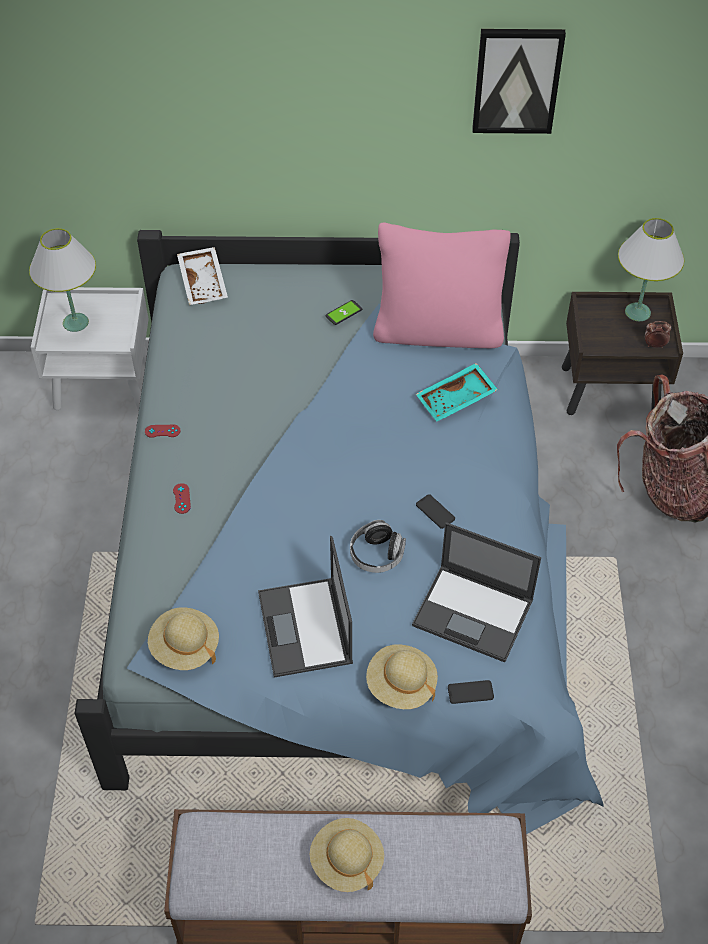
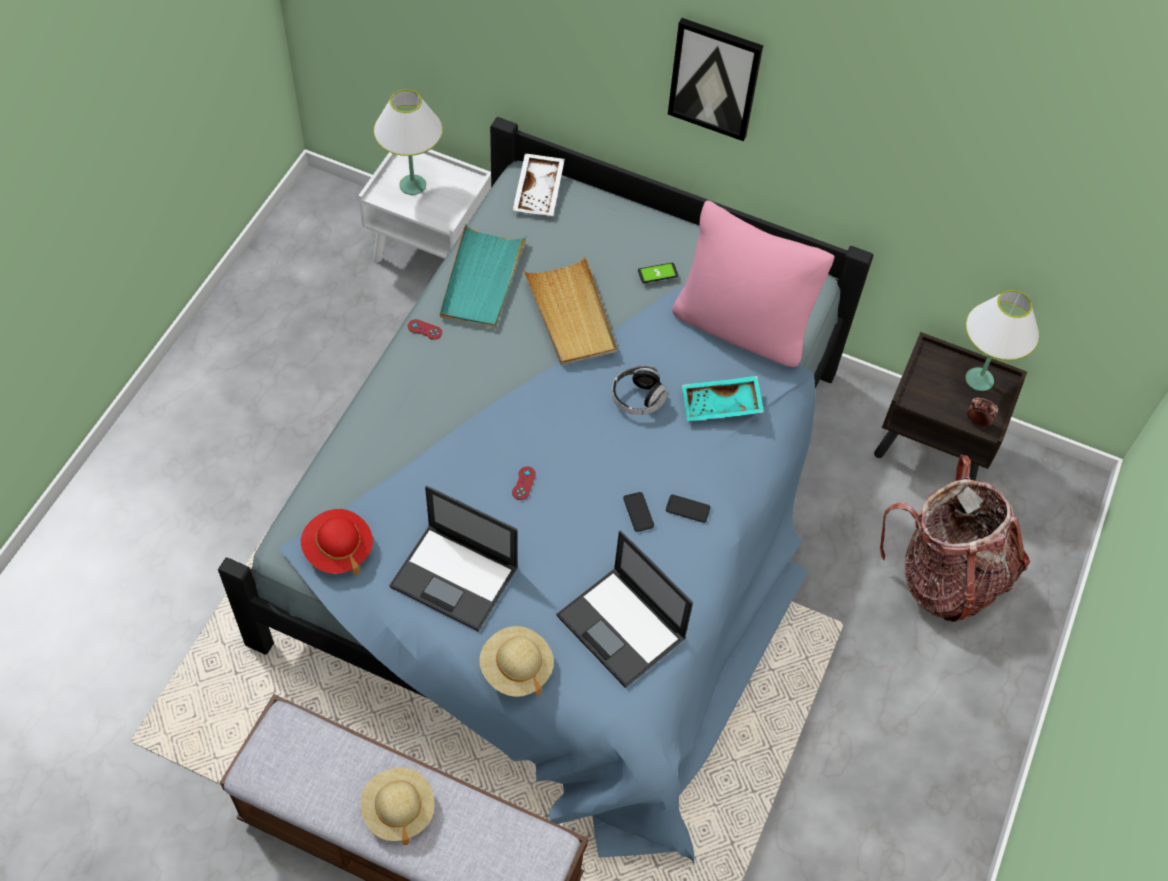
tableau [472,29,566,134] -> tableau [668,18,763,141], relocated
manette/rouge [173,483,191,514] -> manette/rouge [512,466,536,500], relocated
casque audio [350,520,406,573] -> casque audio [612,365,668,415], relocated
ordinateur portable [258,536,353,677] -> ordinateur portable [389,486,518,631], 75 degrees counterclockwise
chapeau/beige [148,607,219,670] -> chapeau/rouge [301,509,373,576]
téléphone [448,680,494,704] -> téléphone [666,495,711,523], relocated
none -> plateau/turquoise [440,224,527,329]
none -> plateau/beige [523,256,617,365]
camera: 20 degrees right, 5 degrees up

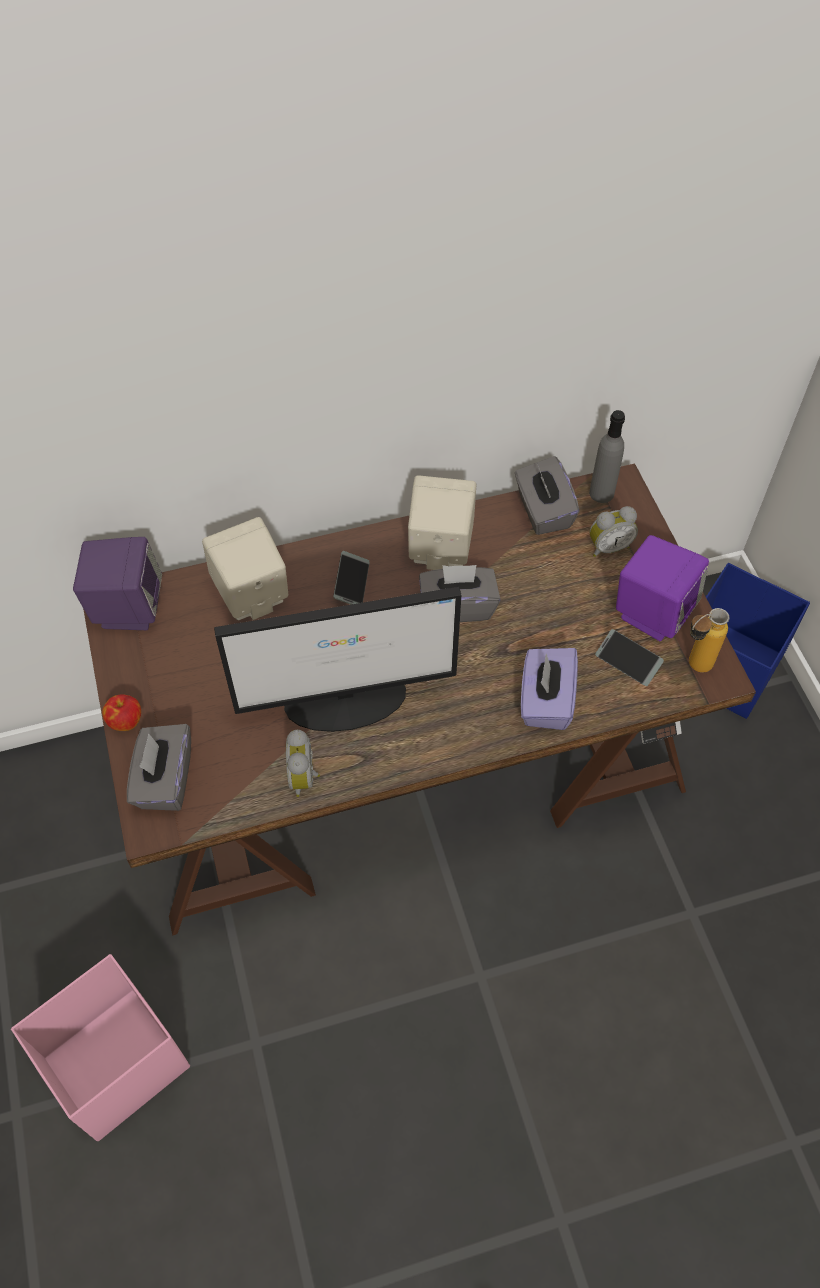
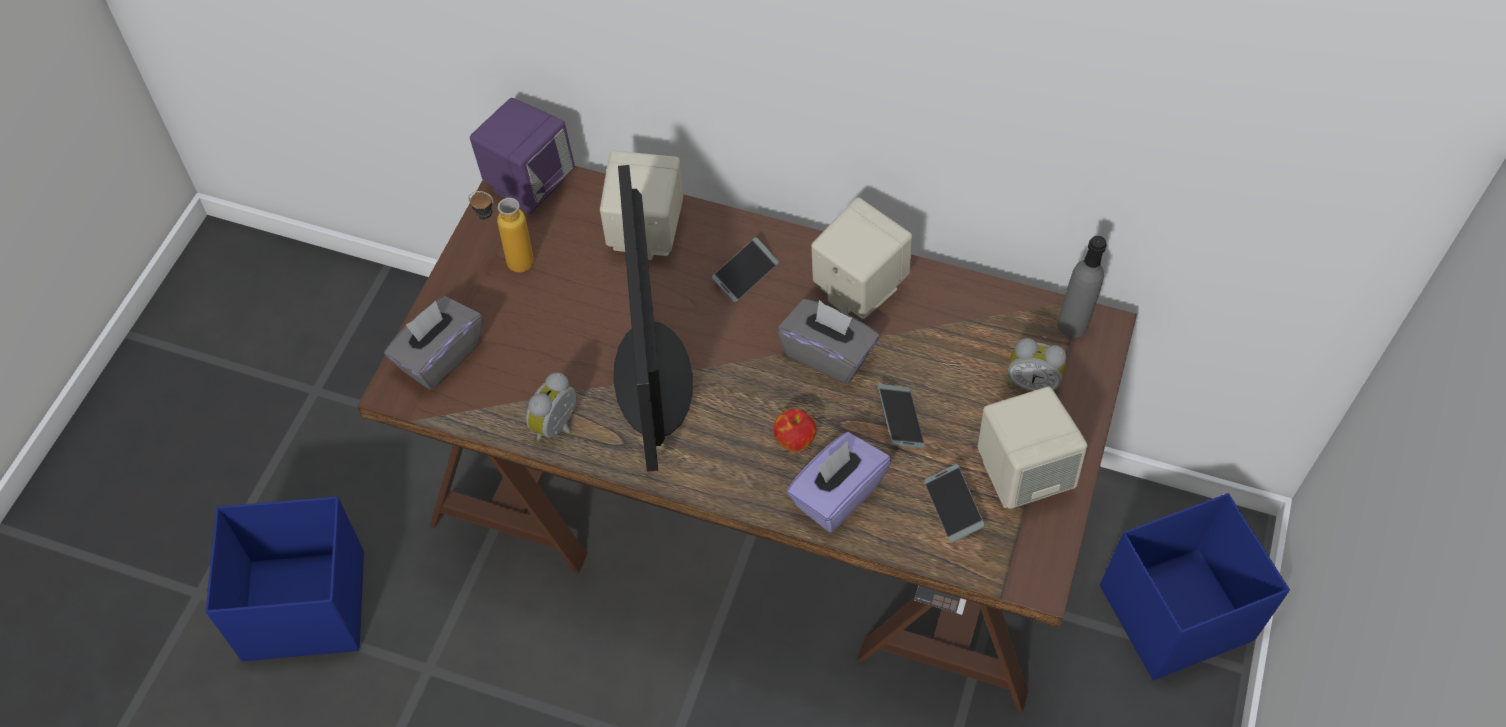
boîte à mouchoirs/gris [515,456,580,535] -> none
enceinte/violet [616,535,709,641] -> enceinte/beige [977,387,1087,509]
écran d'ordinateur [214,587,461,732] -> écran d'ordinateur [613,165,693,472], 60 degrees clockwise
bouteille [689,608,729,672] -> bouteille [468,191,534,272], relocated
pomme [102,694,141,731] -> pomme [773,409,816,452], relocated
boîte de rangement/rose [11,954,190,1141] -> boîte de rangement/bleu [205,497,364,661]
none -> téléphone [878,384,924,448]
camera: 35 degrees right, 0 degrees up

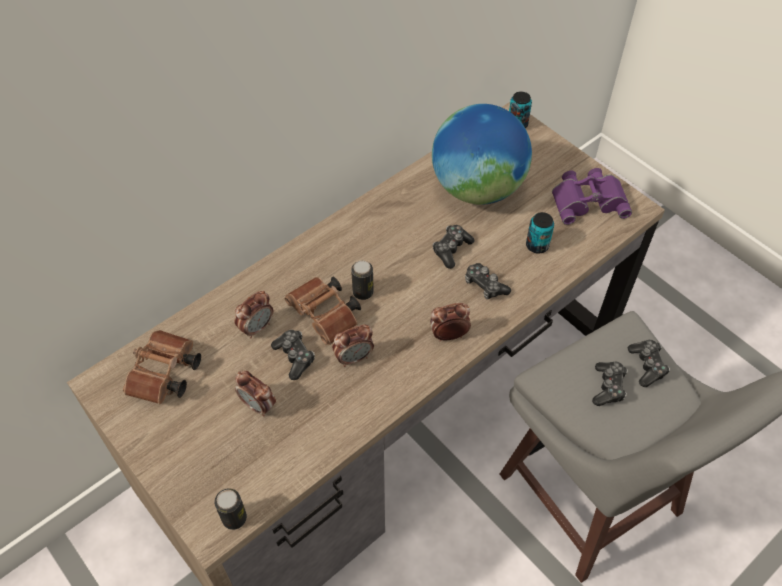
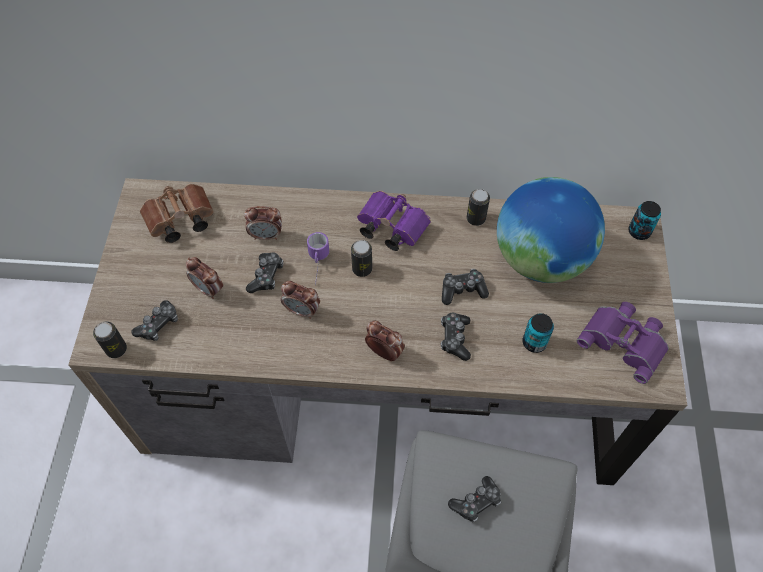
jumelles/marron [285,277,361,345] -> mug [307,232,329,286]
manette [628,340,670,387] -> manette [131,300,178,341], relocated
réveil [235,371,276,417] -> réveil [186,257,223,299], 45 degrees counterclockwise
none -> boîte métallique [467,189,490,226]
none -> jumelles/violet [357,191,431,251]
camera: 45 degrees right, 5 degrees up

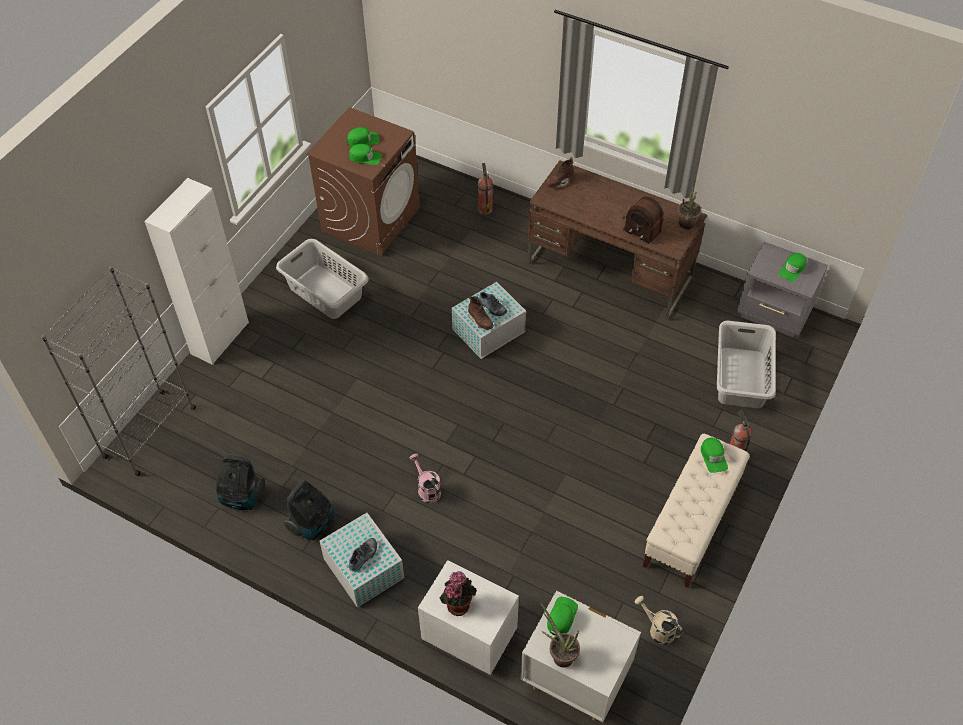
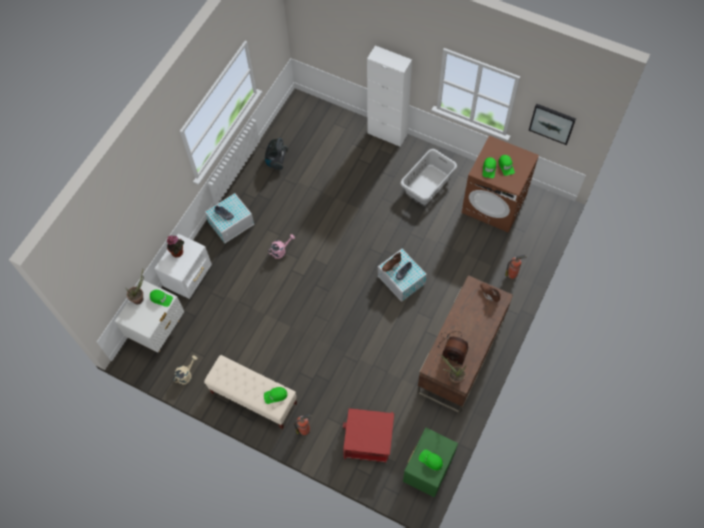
radio [622,196,663,244] -> radio [438,331,469,365], 105 degrees counterclockwise
table de chevet/gris [737,242,828,337] -> table de chevet/vert [403,427,458,498]
bibliothèque/gris [41,266,196,476] -> none
panier à linge/gris [717,321,776,408] -> boîte de rangement/rouge [343,408,394,462]
aspirateur [284,480,334,540] -> none
none -> tableau [529,103,576,145]
camera: 90 degrees right, 10 degrees up

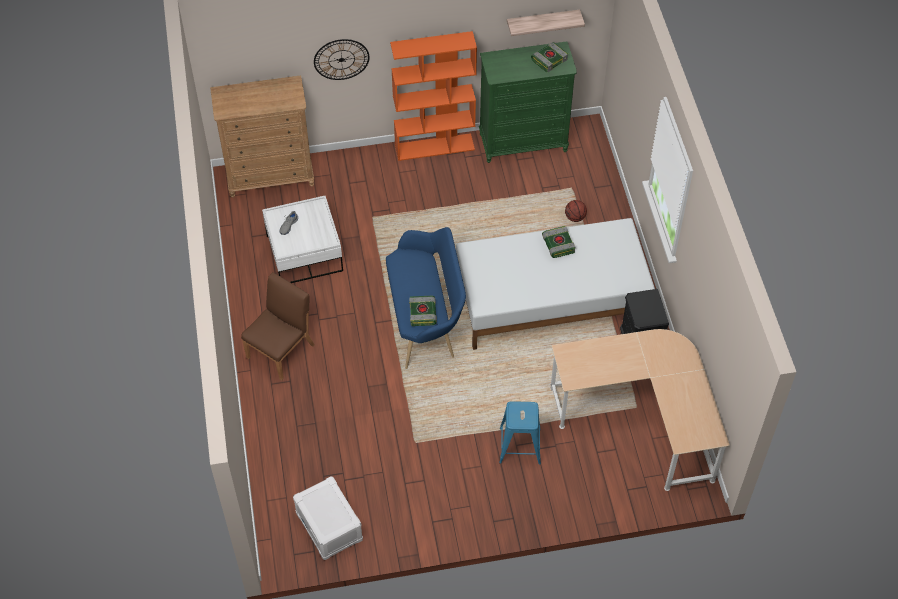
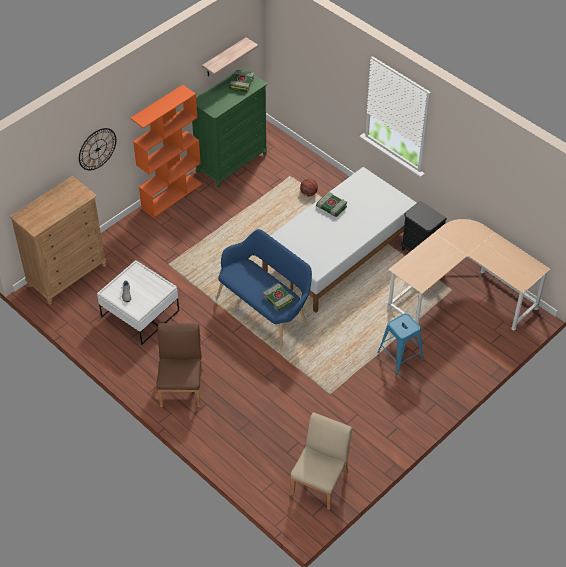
boîte de rangement/blanc [293,476,363,560] -> chaise/beige [290,412,352,510]
camera: 35 degrees left, 5 degrees down

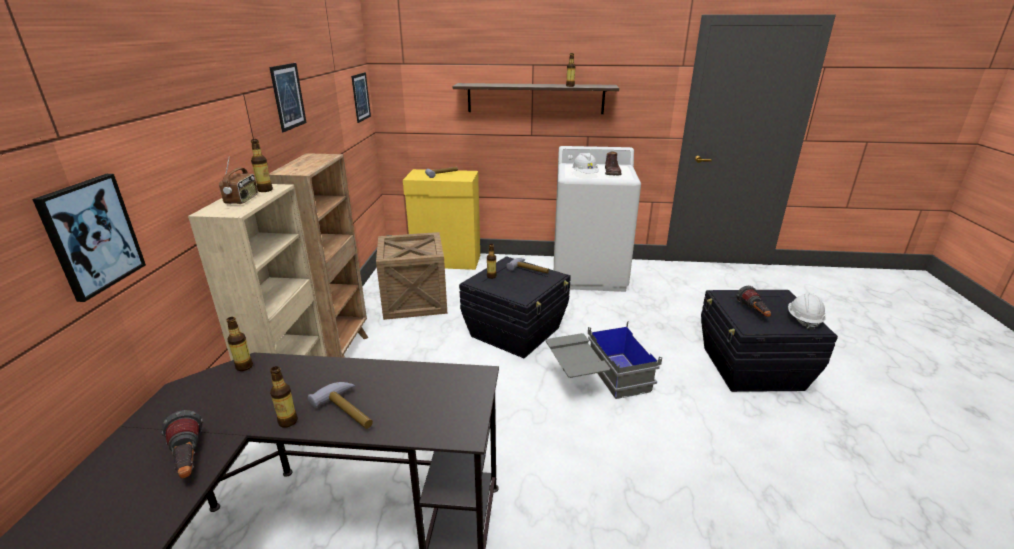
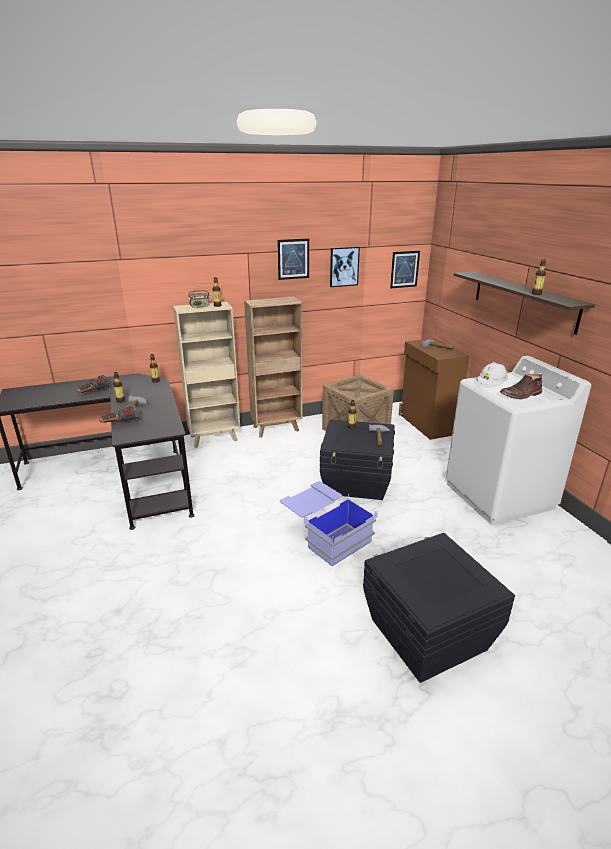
meuble de rangement/jaune [403,169,480,270] -> meuble de rangement/marron [399,338,470,440]
tableau [32,174,146,302] -> tableau [330,247,360,287], relocated
lampe de poche [737,286,771,317] -> lampe de poche [99,404,139,423], relocated
casque de chantier/blanc [788,292,826,330] -> none
boîte de rangement/gris [546,321,662,399] -> boîte de rangement/bleu [280,481,378,566]
camera: 65 degrees right, 0 degrees up

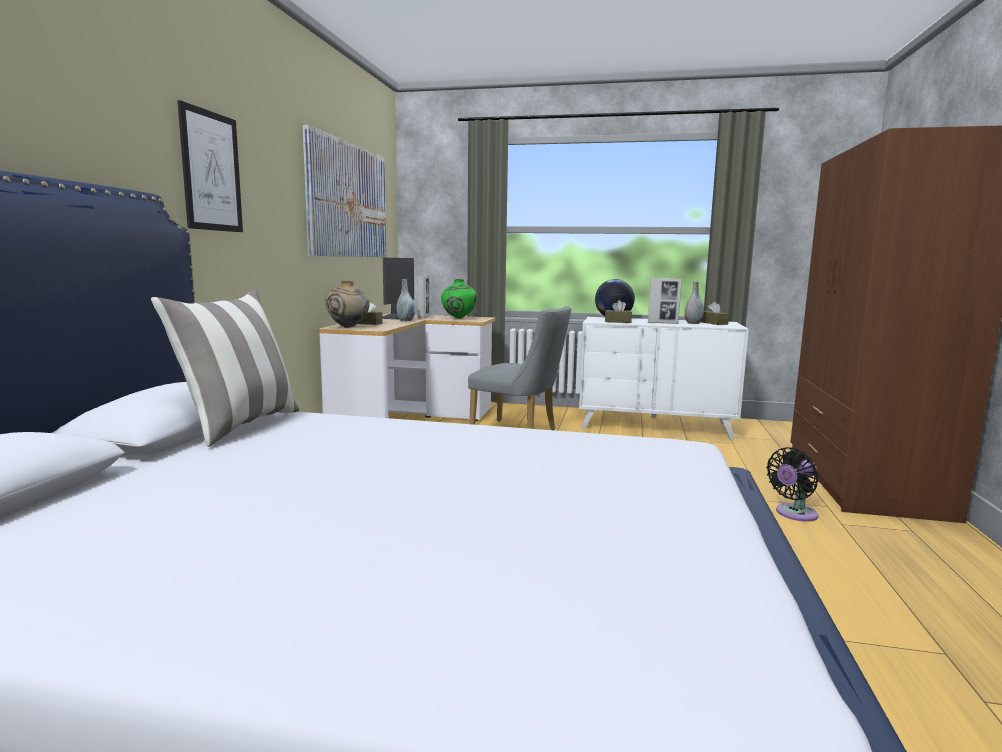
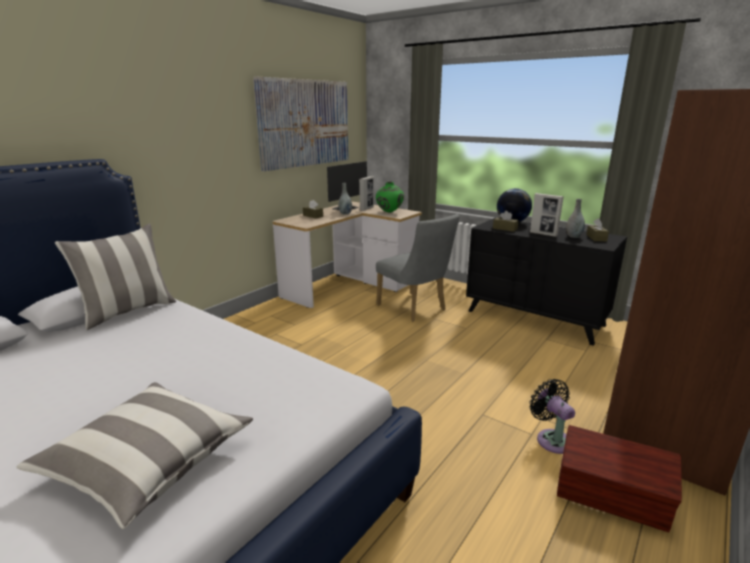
tableau [177,100,243,232] -> none
vase/beige [325,281,370,328] -> none
commode/blanc [579,317,749,439] -> commode/noir [466,218,627,346]
ventilateur/noir [767,447,819,522] -> ventilateur/noir [530,379,575,454], 75 degrees clockwise
none -> coussin [16,382,253,529]
none -> boîte de rangement/marron [557,425,682,532]
camera: 25 degrees right, 10 degrees up

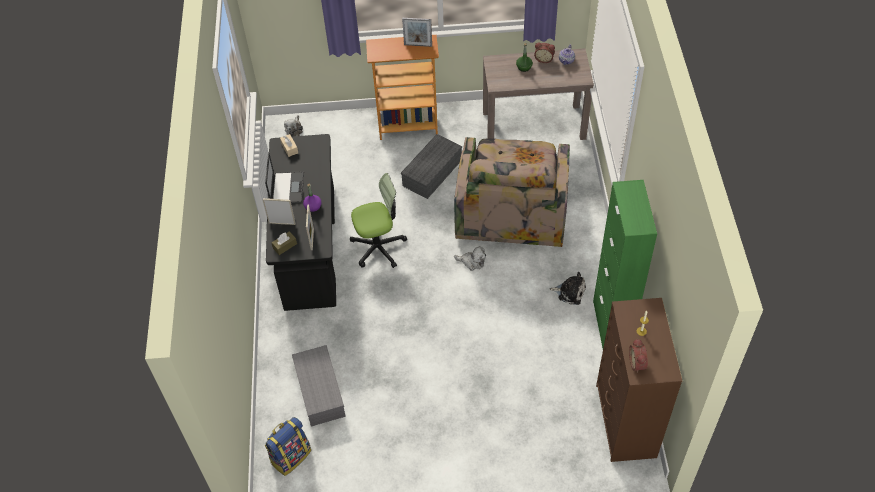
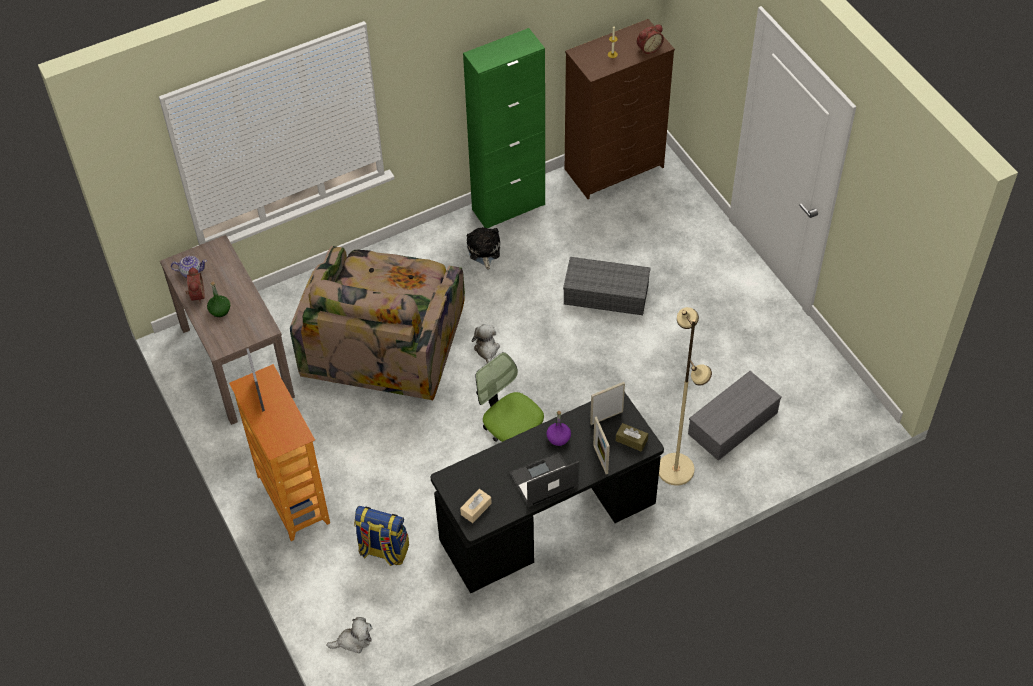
boîte de rangement/gris [401,134,462,199] -> boîte de rangement/gris [563,257,650,315], relocated
fauteuil [454,137,570,247] -> fauteuil [290,246,465,400], 120 degrees clockwise
sac à dos [265,417,311,476] -> sac à dos [354,506,409,566], relocated
none -> lampadaire/beige [659,307,712,486]
camera: 115 degrees left, 0 degrees up

